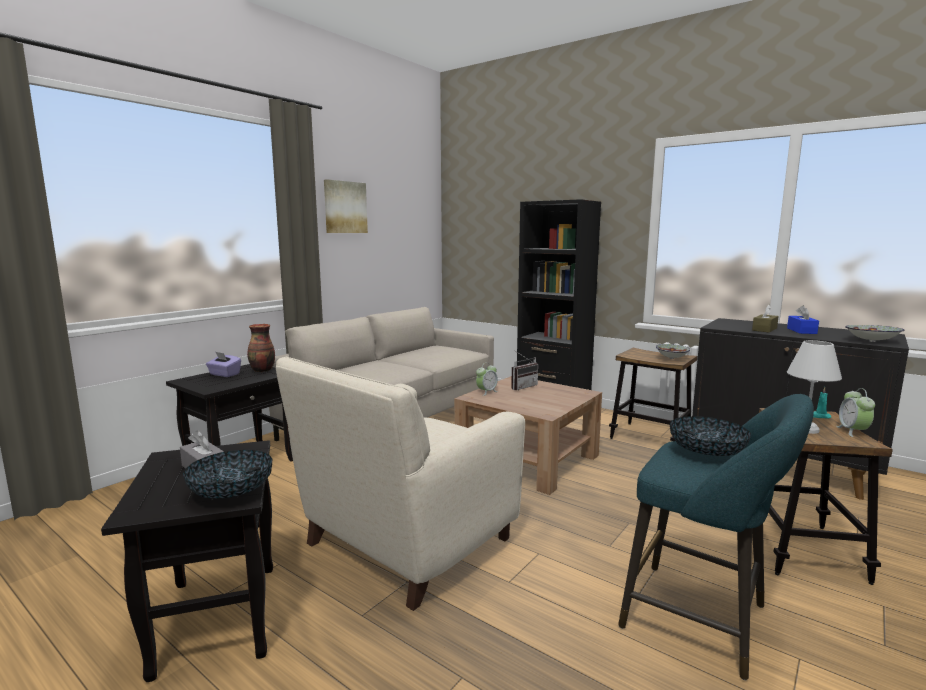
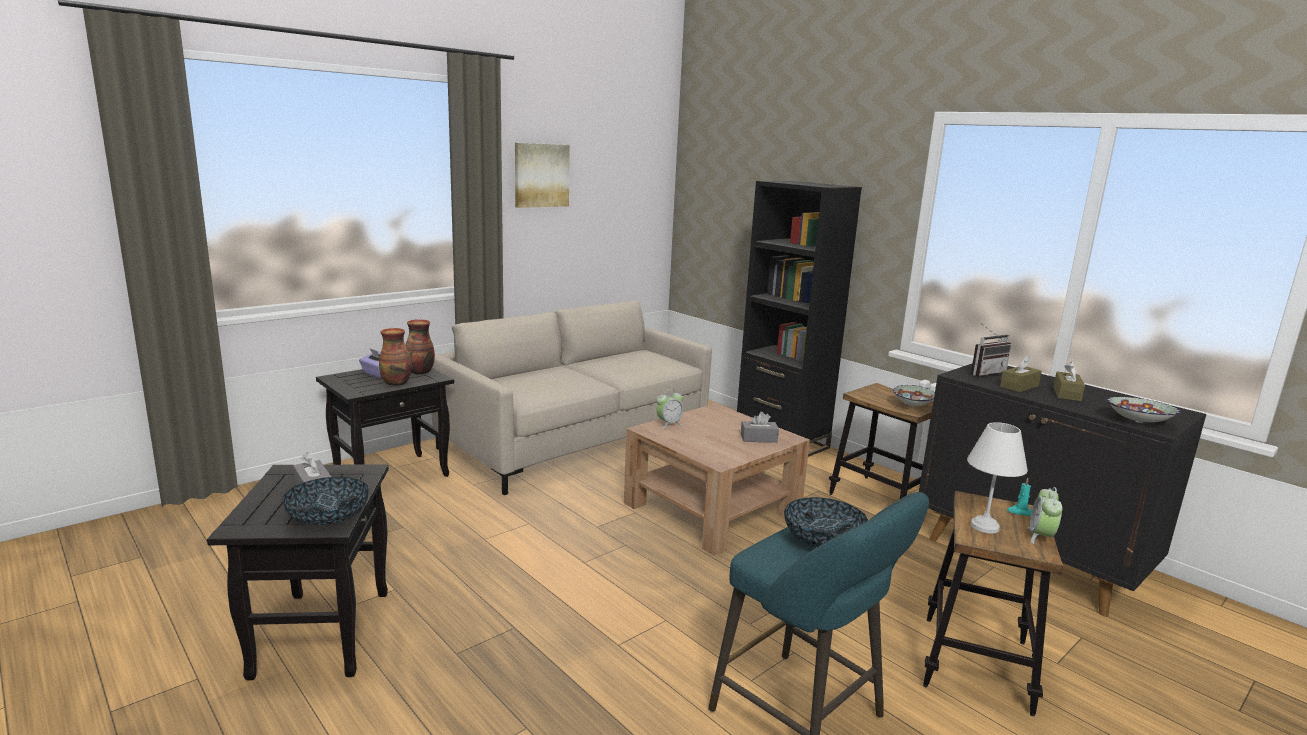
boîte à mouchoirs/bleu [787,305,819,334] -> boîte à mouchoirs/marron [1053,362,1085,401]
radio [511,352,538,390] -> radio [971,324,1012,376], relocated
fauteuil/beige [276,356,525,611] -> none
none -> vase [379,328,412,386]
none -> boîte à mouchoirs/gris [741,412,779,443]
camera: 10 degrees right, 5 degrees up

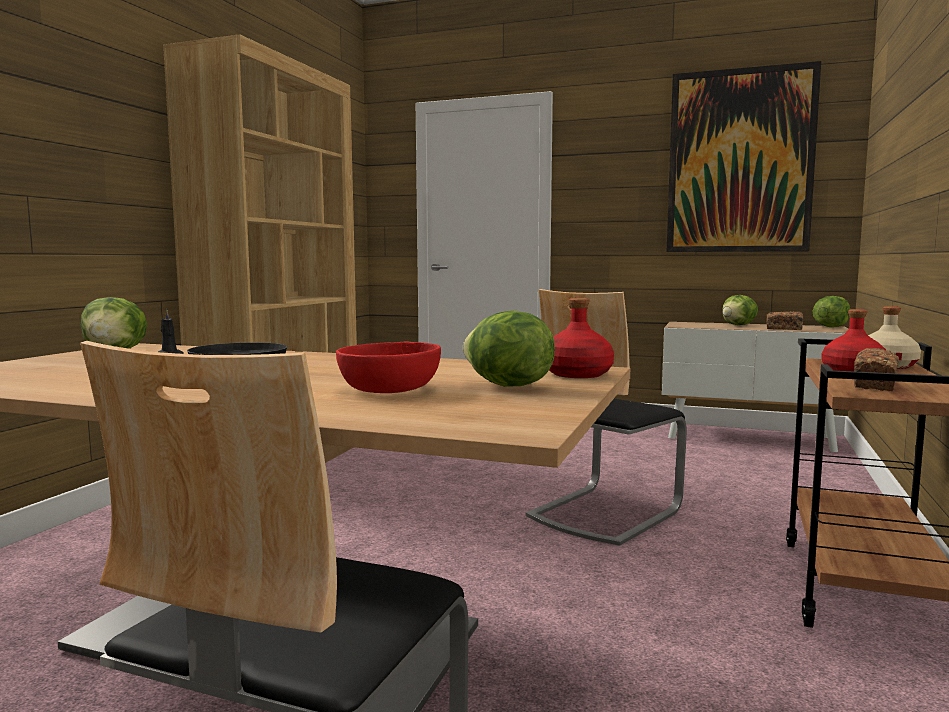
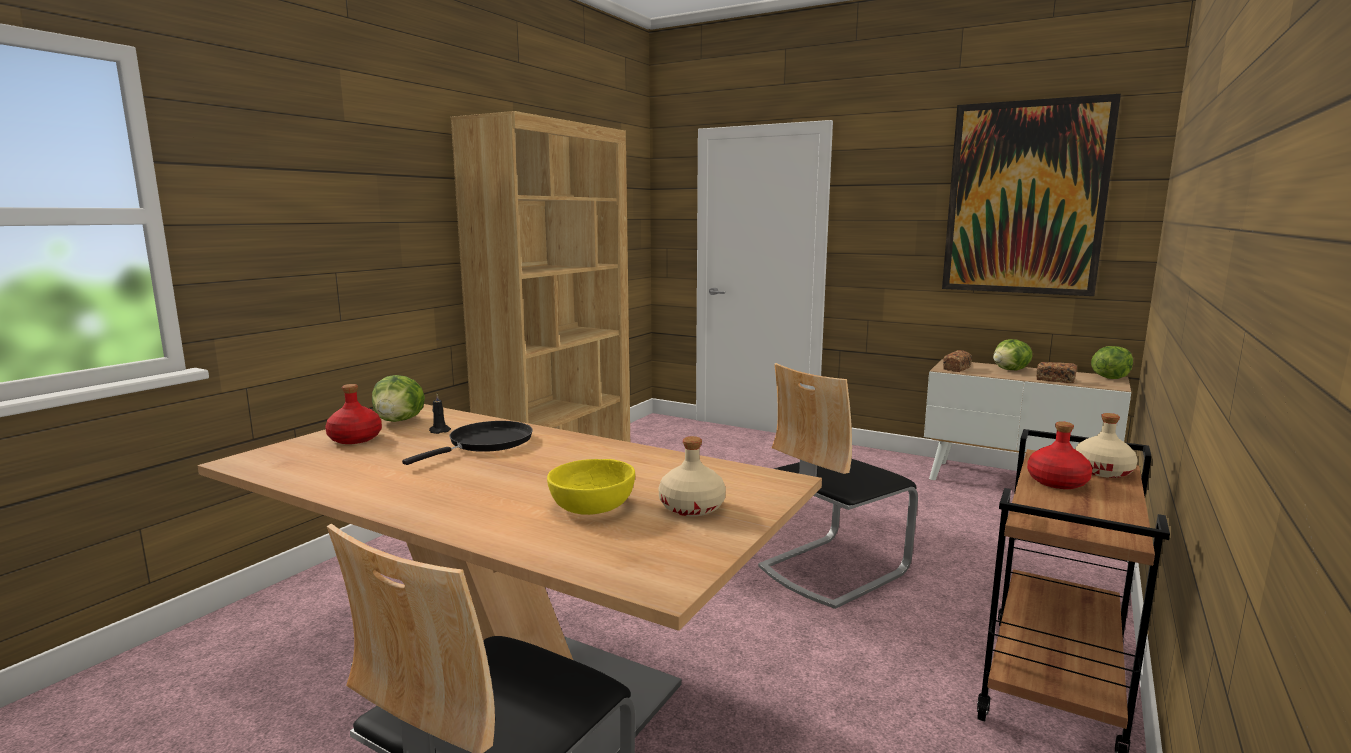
bouteille/rouge [549,298,614,378] -> bouteille/rouge [325,384,382,444], relocated
laitue [463,311,555,387] -> bouteille/beige [658,436,726,516]
bol/rouge [336,342,441,393] -> bol/jaune [547,459,635,515]
pain [854,348,899,391] -> pain [943,350,972,372], relocated
camera: 10 degrees right, 5 degrees up

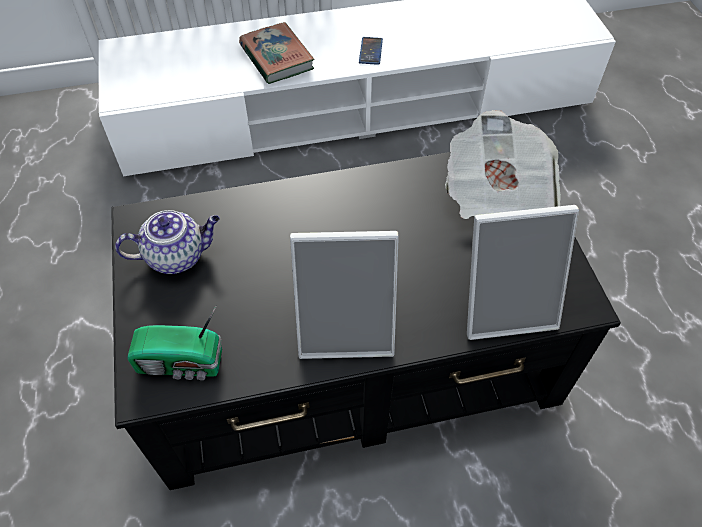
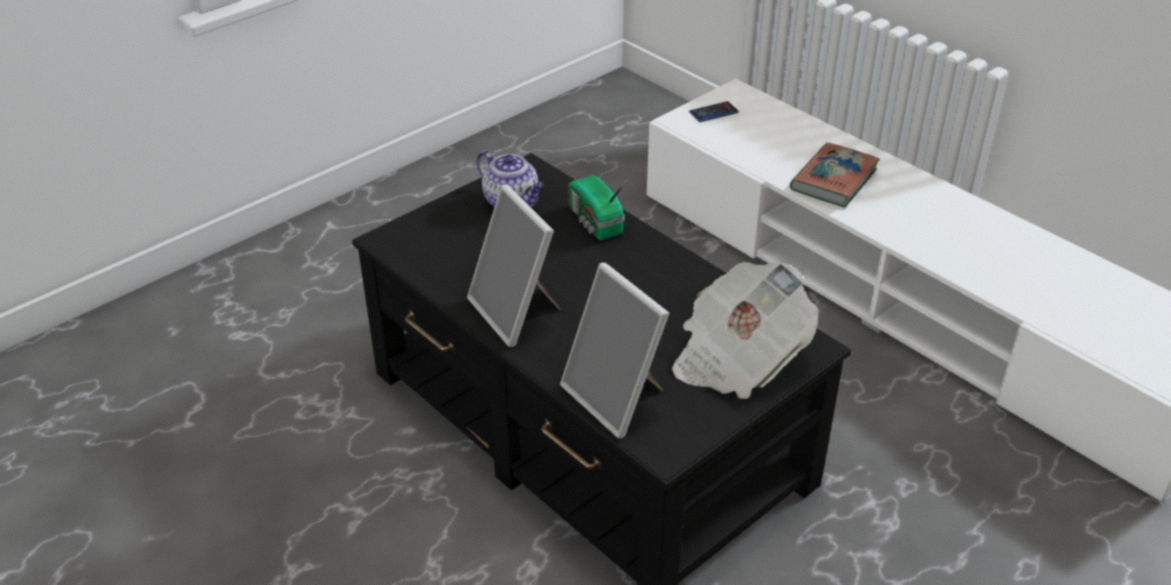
téléphone [359,37,383,65] -> téléphone [689,101,739,122], relocated
radio [127,305,222,380] -> radio [568,175,628,240], relocated
camera: 60 degrees right, 15 degrees down

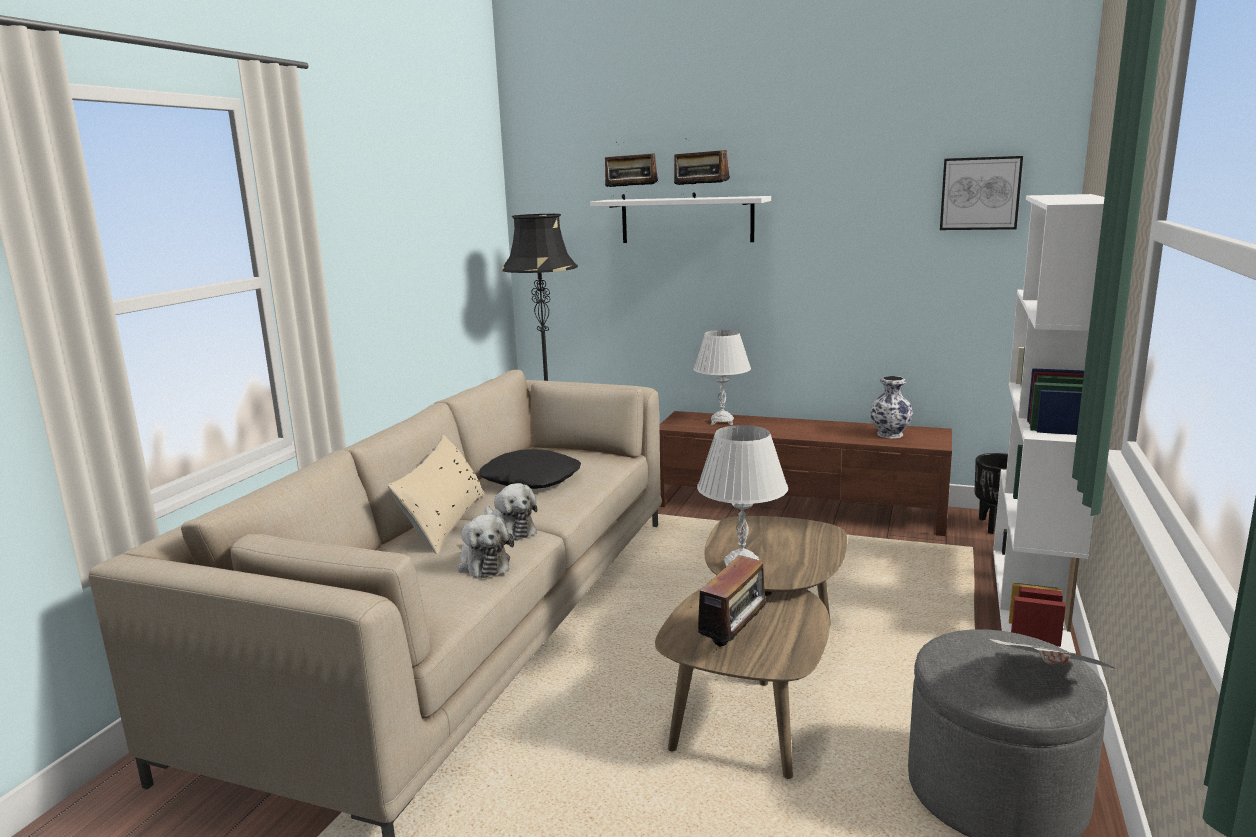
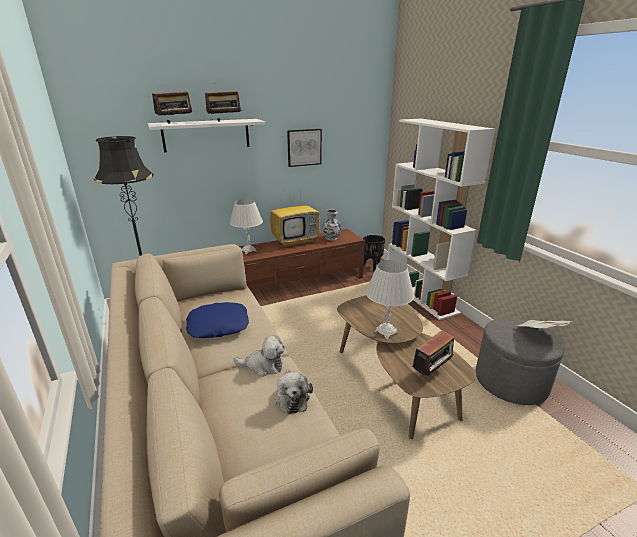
tableau [940,156,1023,230] -> tableau [287,129,322,167], relocated
coussin/beige [388,435,485,554] -> none
coussin/noir [479,449,581,489] -> coussin/bleu [186,302,249,338]
peluche [458,514,514,578] -> peluche [274,369,313,414], 60 degrees clockwise
radio [691,555,771,650] -> radio [413,330,456,376], 60 degrees clockwise
none -> téléviseur [270,183,320,247]
camera: 45 degrees left, 10 degrees up

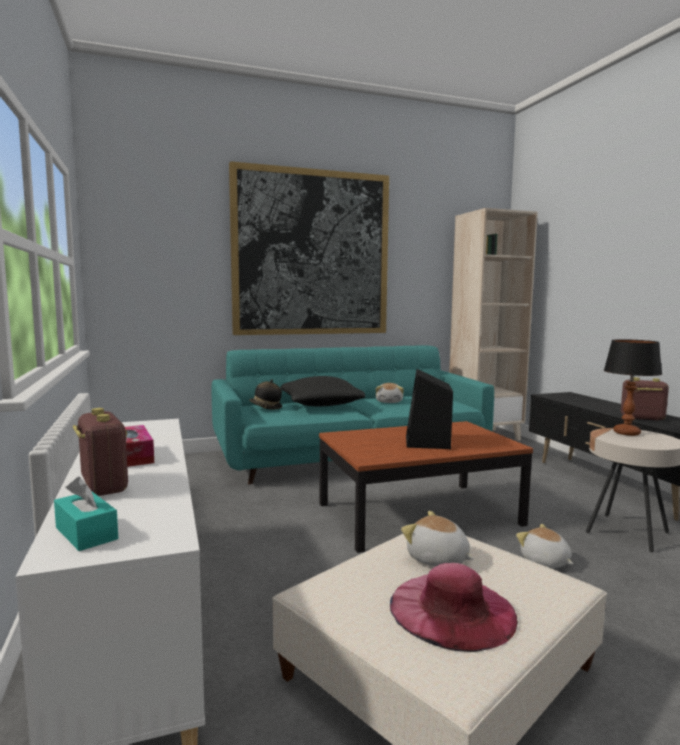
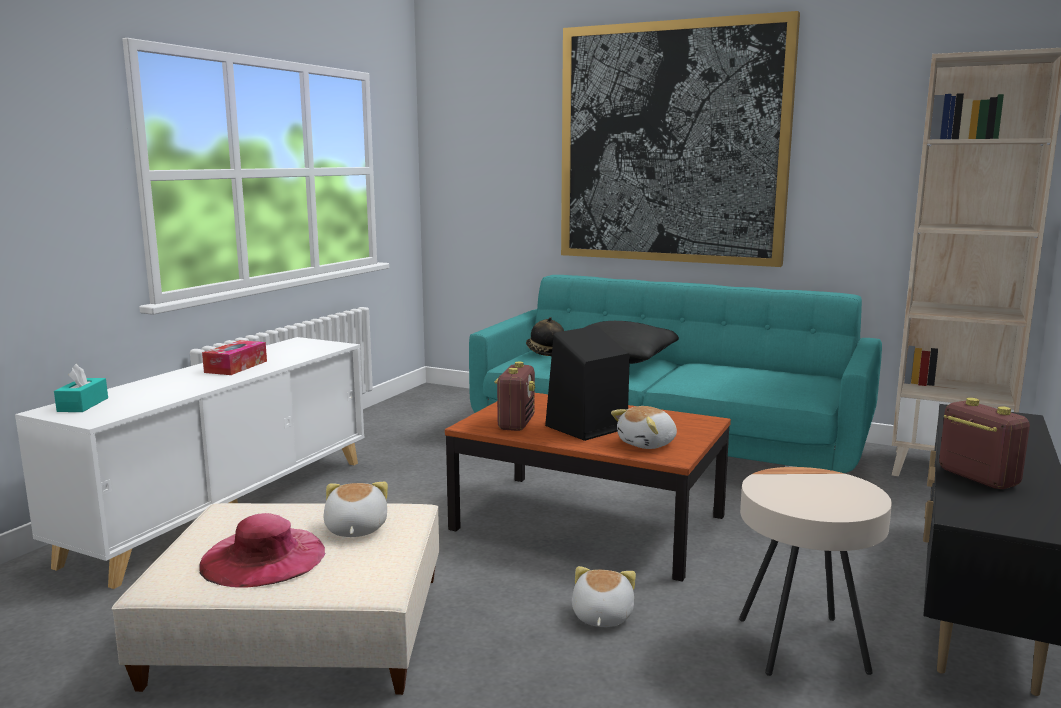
lampe de table [604,339,662,436] -> none
peluche [376,383,404,403] -> peluche [611,406,677,449], relocated
radio [73,408,128,496] -> radio [494,362,535,431], relocated
camera: 45 degrees right, 5 degrees up

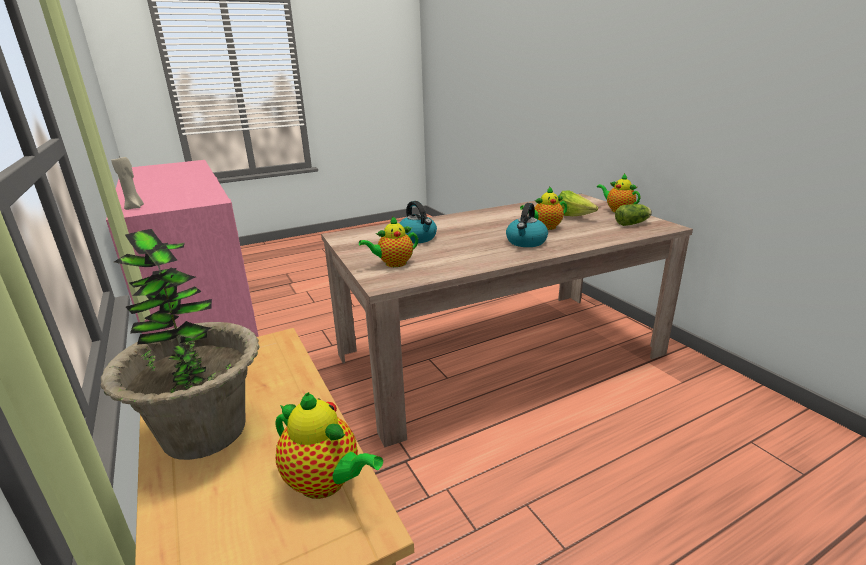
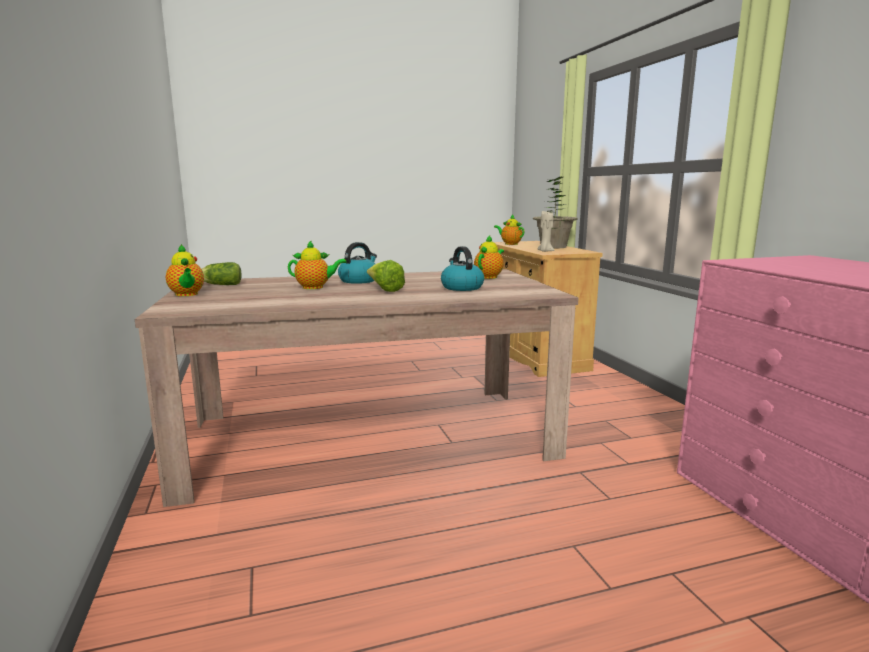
bougie/beige [111,156,144,210] -> bougie/beige [537,211,555,252], relocated
laitue [559,191,598,216] -> laitue [367,260,405,292], relocated
théière [359,216,418,267] -> théière [474,235,504,279], 45 degrees counterclockwise
camera: 170 degrees left, 10 degrees down

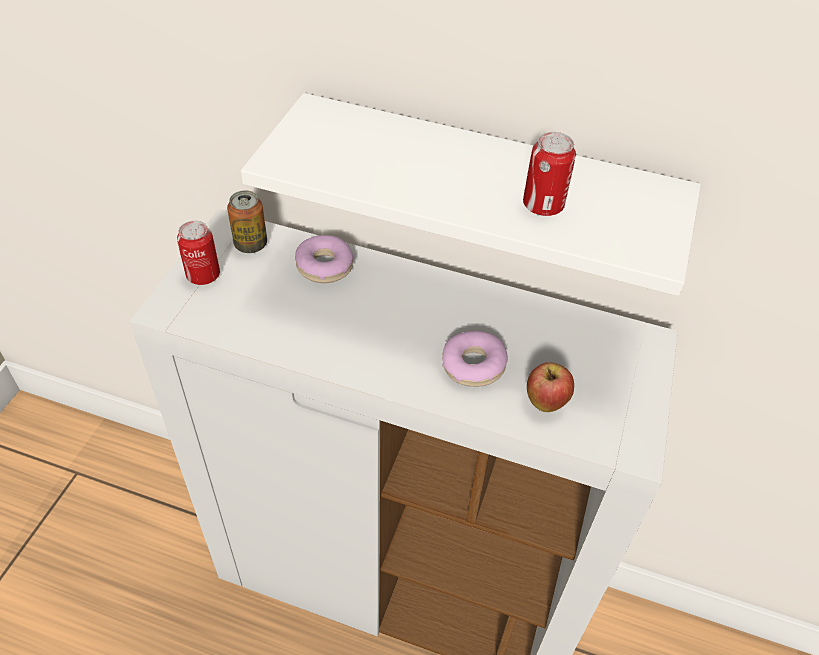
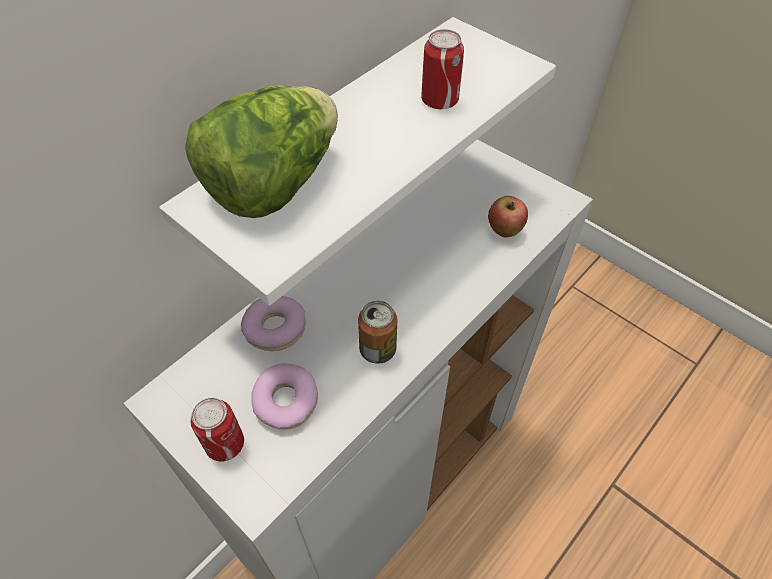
boîte métallique [227,190,267,253] -> boîte métallique [358,301,398,364], relocated
beignet [442,331,508,387] -> beignet [251,363,318,430], relocated
none -> laitue [185,85,338,218]
camera: 65 degrees left, 5 degrees up

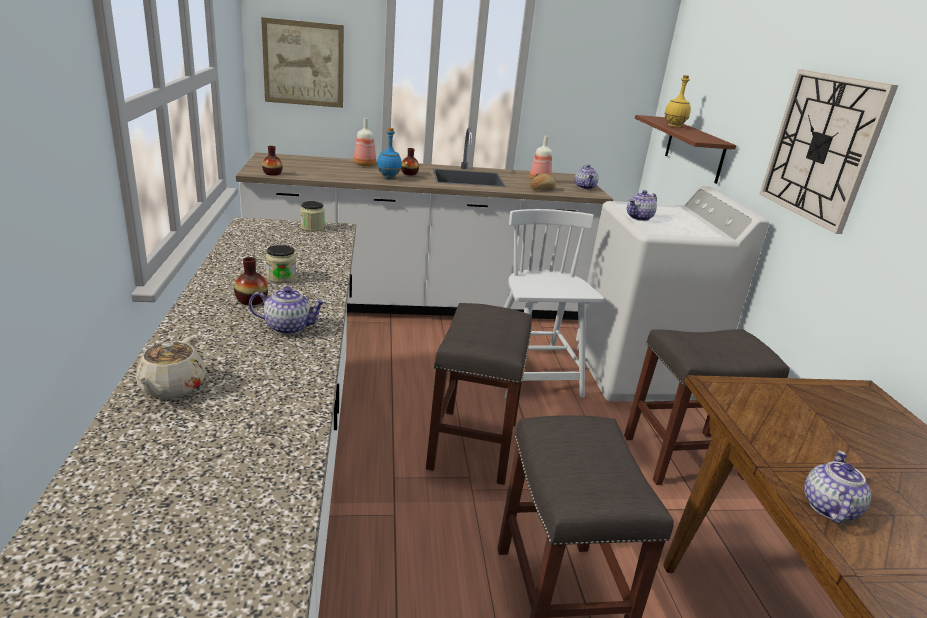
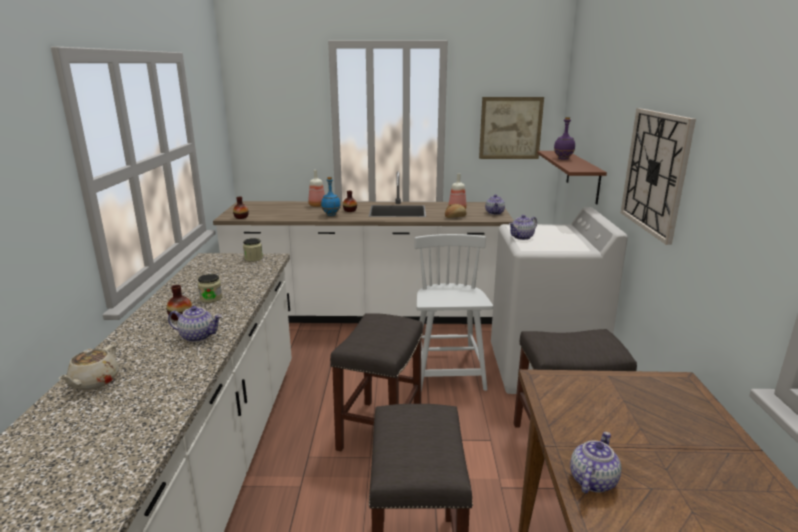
tableau [261,17,344,108] -> tableau [479,97,544,159], relocated
bouteille/jaune [665,75,691,127] -> bouteille/violet [554,117,575,160]
camera: 10 degrees right, 5 degrees down

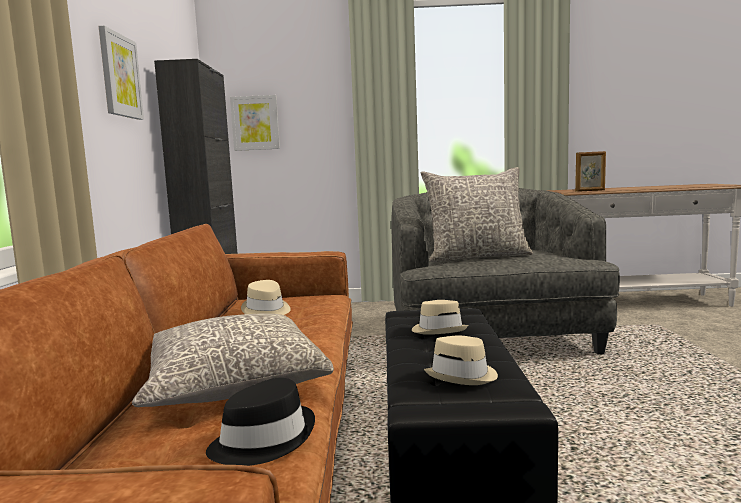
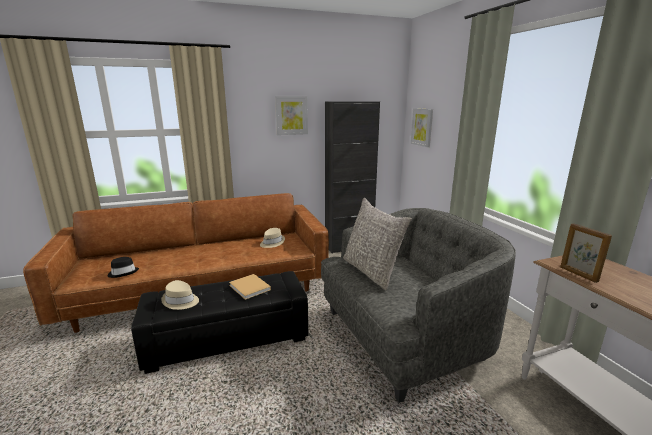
chapeau/beige [412,300,468,335] -> livre/beige [229,274,271,300]
coussin/gris [132,313,334,407] -> none
camera: 70 degrees right, 10 degrees up

